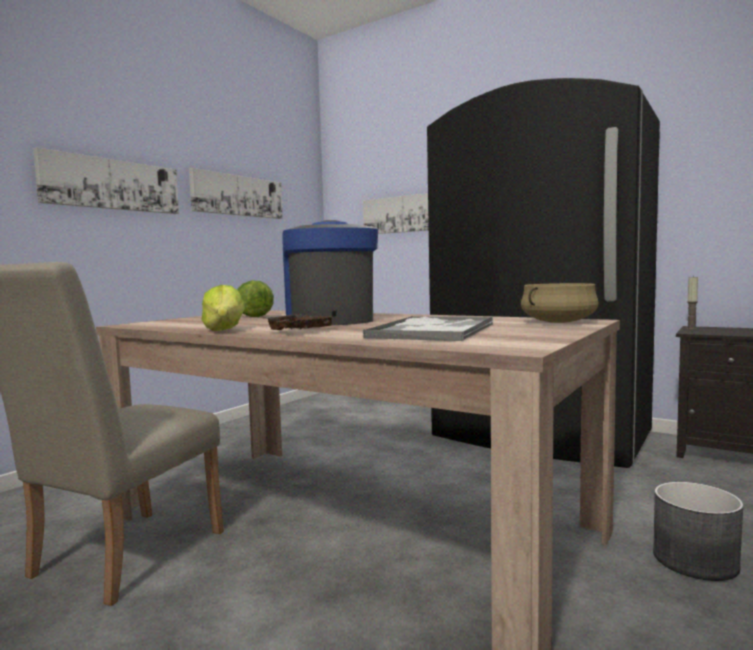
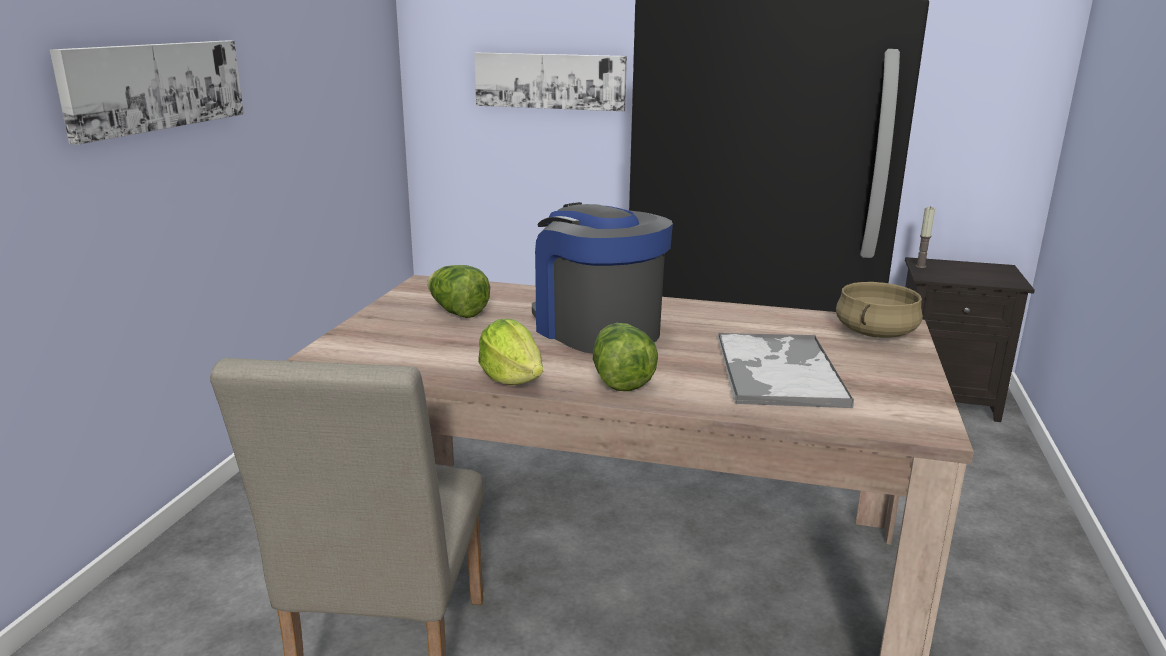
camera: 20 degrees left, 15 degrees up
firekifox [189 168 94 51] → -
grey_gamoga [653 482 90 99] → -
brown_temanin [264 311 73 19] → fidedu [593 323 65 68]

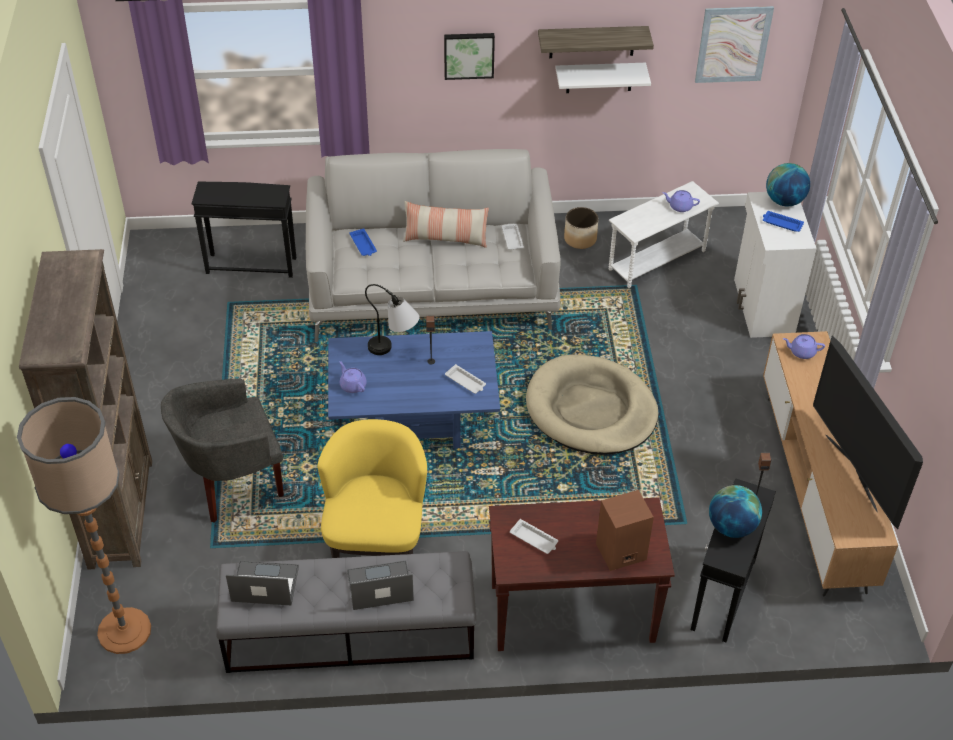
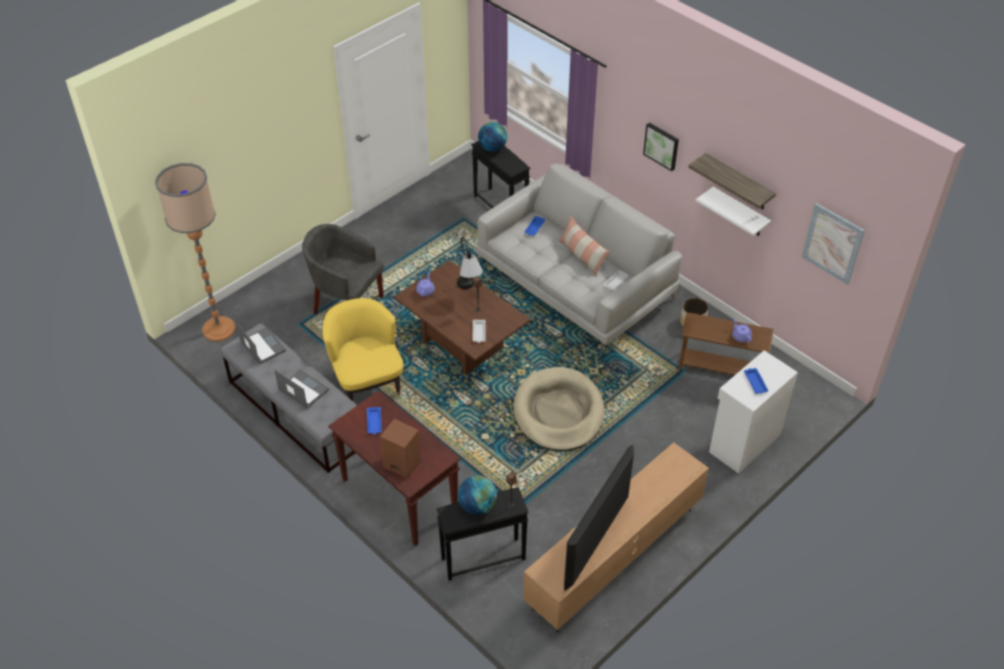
camera: 50 degrees right, 0 degrees up
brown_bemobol [19 249 133 321] → -
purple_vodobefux [783 334 42 25] → -
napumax [766 163 44 43] → napumax [478 122 29 30], move
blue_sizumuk [328 331 172 118] → brown_sizumuk [394 260 136 115]
white_temanin [510 519 48 35] → blue_temanin [367 407 15 28]
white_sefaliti [609 181 110 107] → brown_sefaliti [679 312 95 63]
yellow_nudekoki [317 419 110 139] → yellow_nudekoki [323 298 80 104], 75 degrees counterclockwise

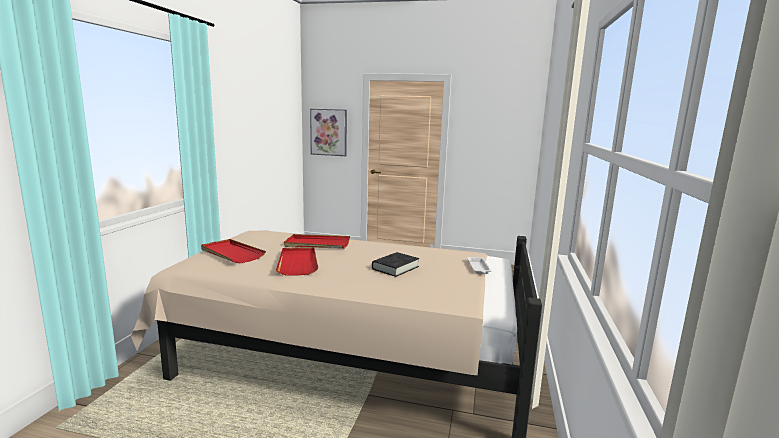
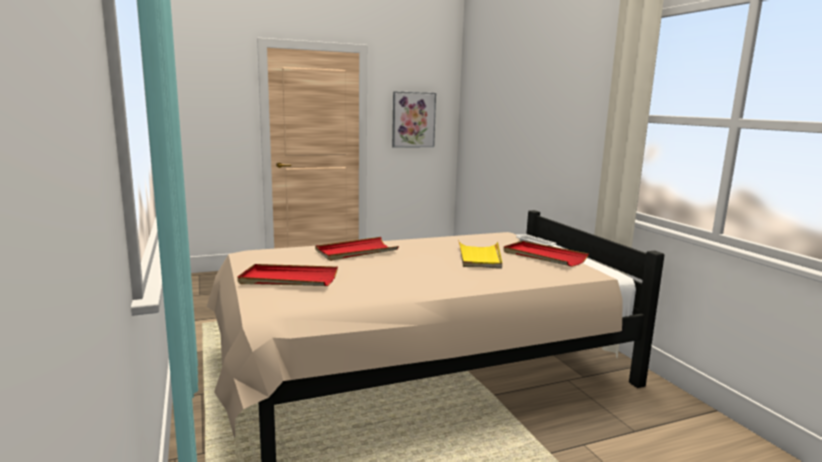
camera: 35 degrees left, 0 degrees up
red_temanin [276 247 42 29] → red_temanin [503 241 86 26], move
firekifox [310 109 37 47] → firekifox [392 91 44 57], move
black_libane [372 252 47 25] → yellow_temanin [458 240 44 29]

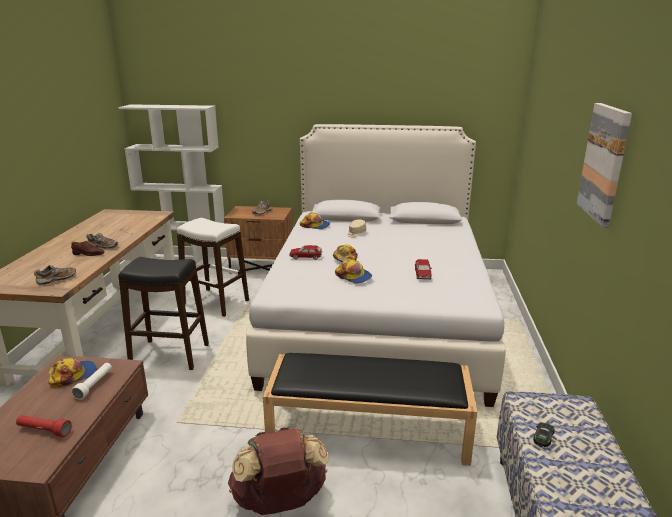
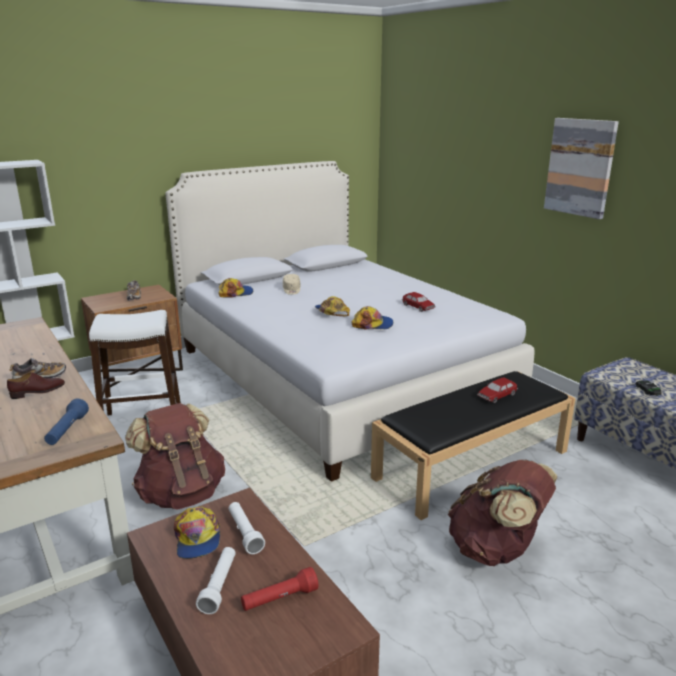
camera: 40 degrees left, 0 degrees up
- → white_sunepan [196 547 40 67]
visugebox [289 245 33 15] → visugebox [477 377 41 26], move
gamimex [34 265 42 20] → blue_sunepan [44 399 45 46]
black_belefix [118 257 91 113] → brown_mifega [125 403 100 107]
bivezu [49 358 48 29] → bivezu [174 507 46 52], 150 degrees clockwise

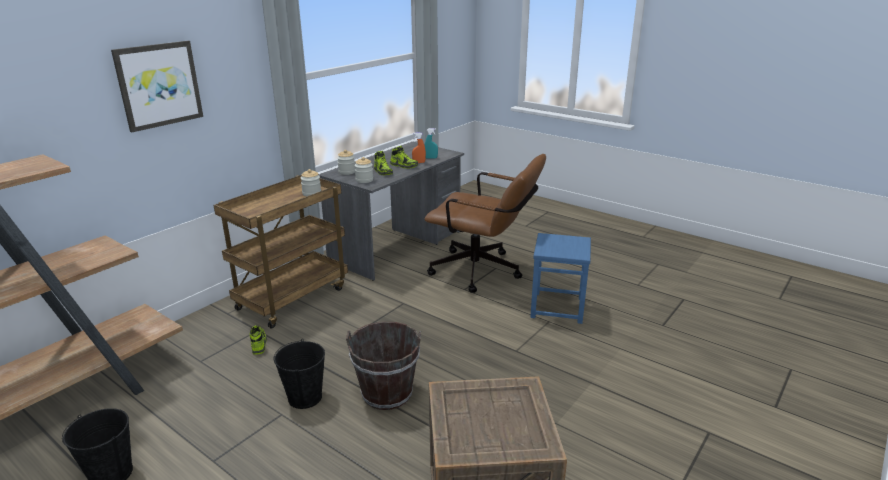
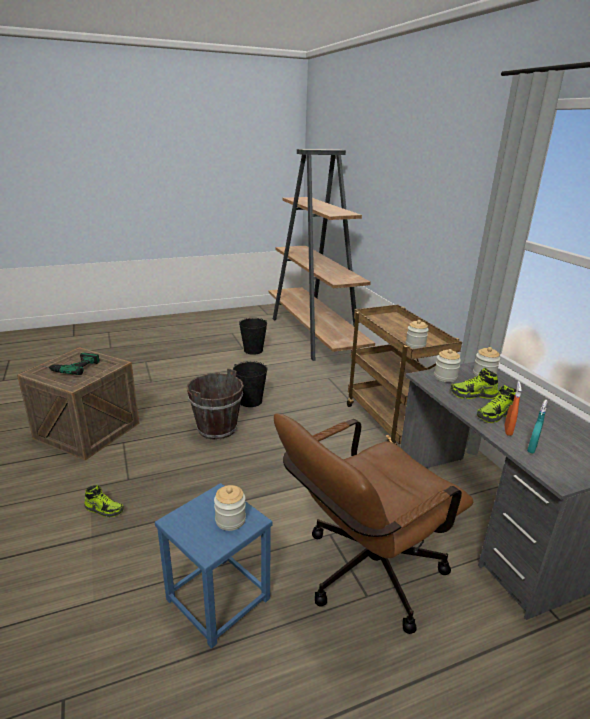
camera: 120 degrees right, 0 degrees up
firekifox [111 41 92 91] → -
- → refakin [42 353 58 22]
- → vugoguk [214 485 32 46]
gamimex [249 326 18 28] → gamimex [84 485 40 32], move

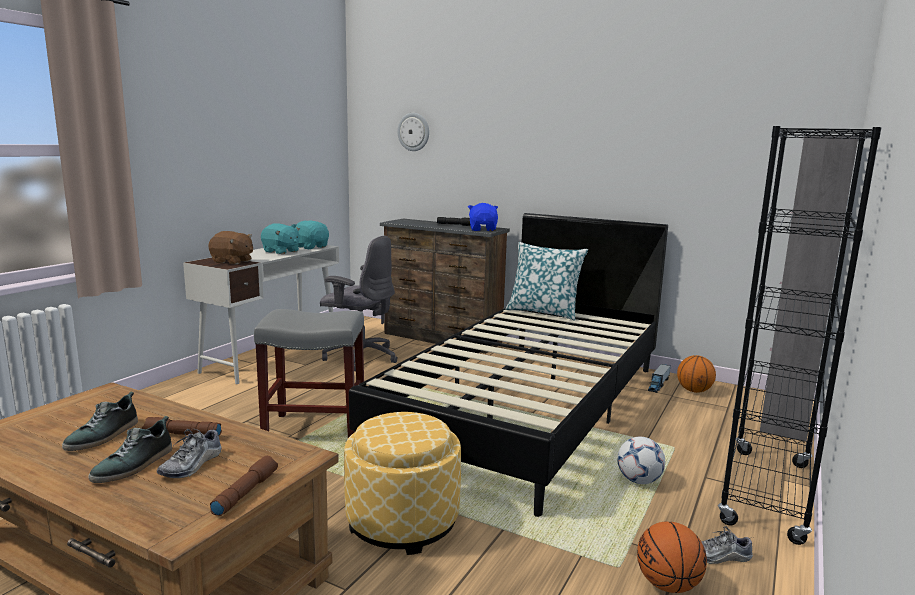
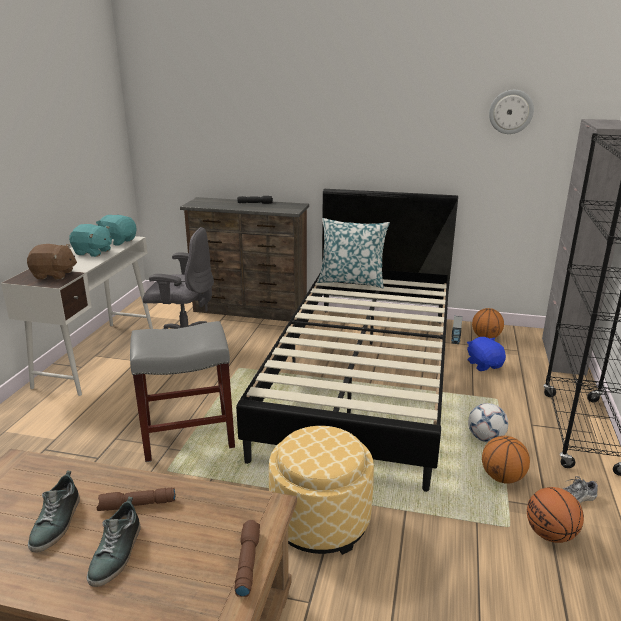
camera: 15 degrees left, 10 degrees up
gamimex [157 429 65 49] → -
- → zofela [482 436 48 48]
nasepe [397 113 32 38] → nasepe [489 90 45 44], move
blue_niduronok [468 203 30 28] → blue_niduronok [467 337 39 34], move

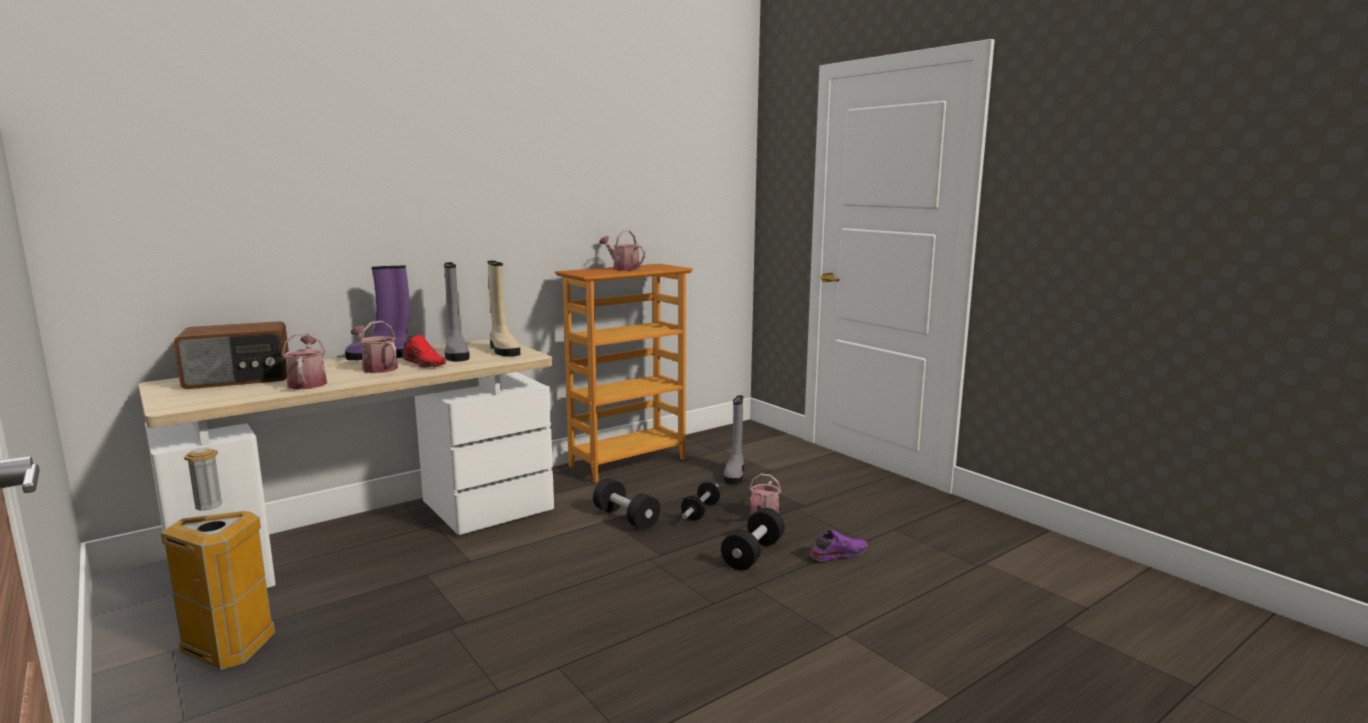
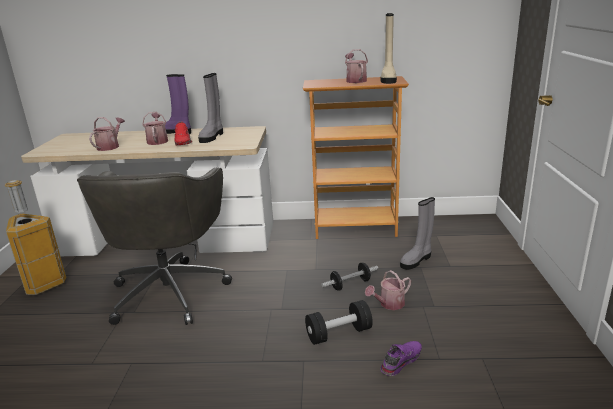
camera: 40 degrees right, 10 degrees up
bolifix [174 321 115 68] → -
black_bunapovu [593 478 67 52] → -
- → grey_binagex [77 167 155 158]
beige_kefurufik [488 261 32 96] → beige_kefurufik [380 13 17 71], move
purple_gamimex [809 529 59 32] → purple_gamimex [380 341 42 35], 60 degrees counterclockwise

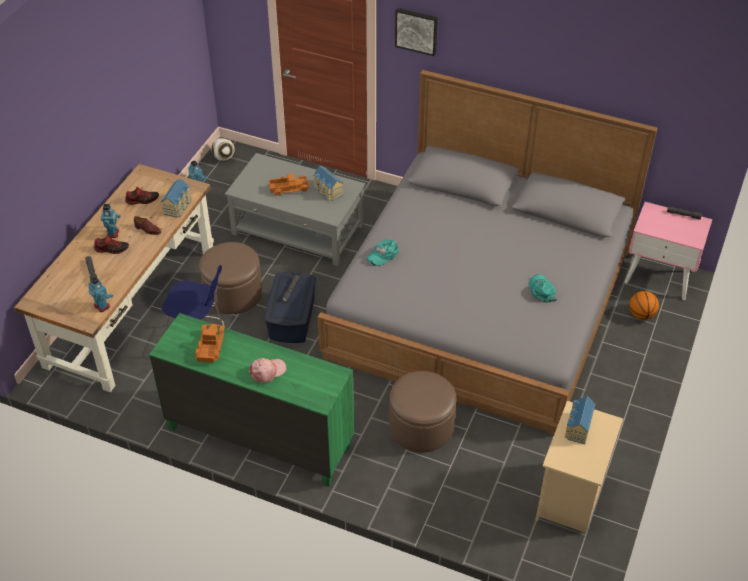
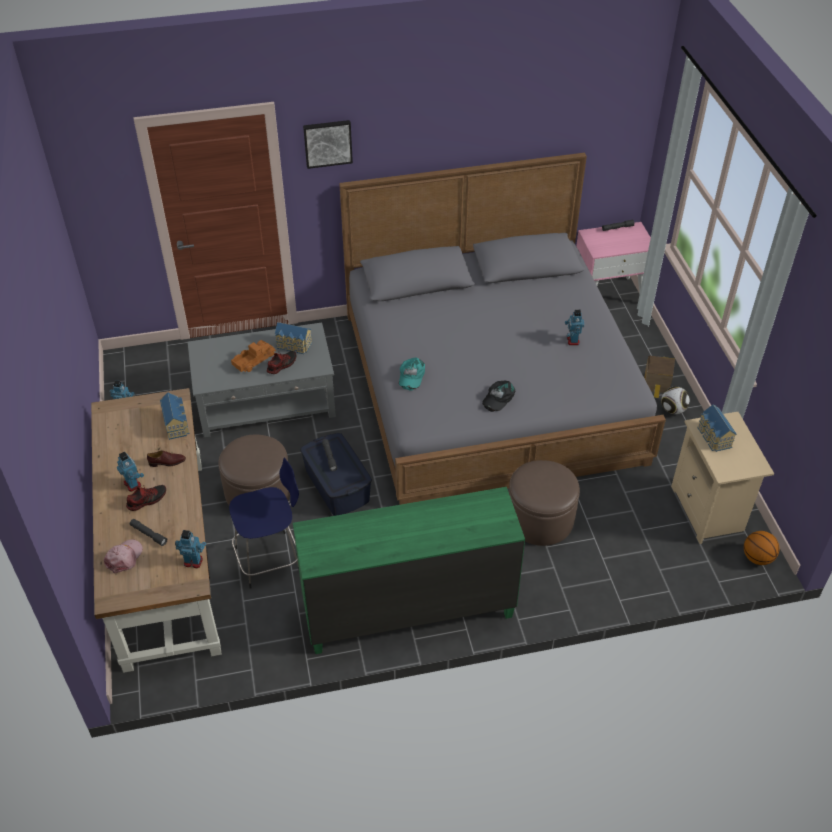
camera: 35 degrees left, 0 degrees up
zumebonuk [195 324 30 39] → -
- → black_bivezu [482 381 33 31]
- → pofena [644 356 31 42]
gamimex [125 187 34 18] → gamimex [267 351 29 23], move
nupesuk [211 138 24 23] → nupesuk [661 387 29 27], move
pink_bivezu [249 358 37 25] → pink_bivezu [104 539 39 34], move
zofela [629 291 30 29] → zofela [744 531 35 34], move
turquoise_bivezu [529 274 28 28] → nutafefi [565 310 19 35]

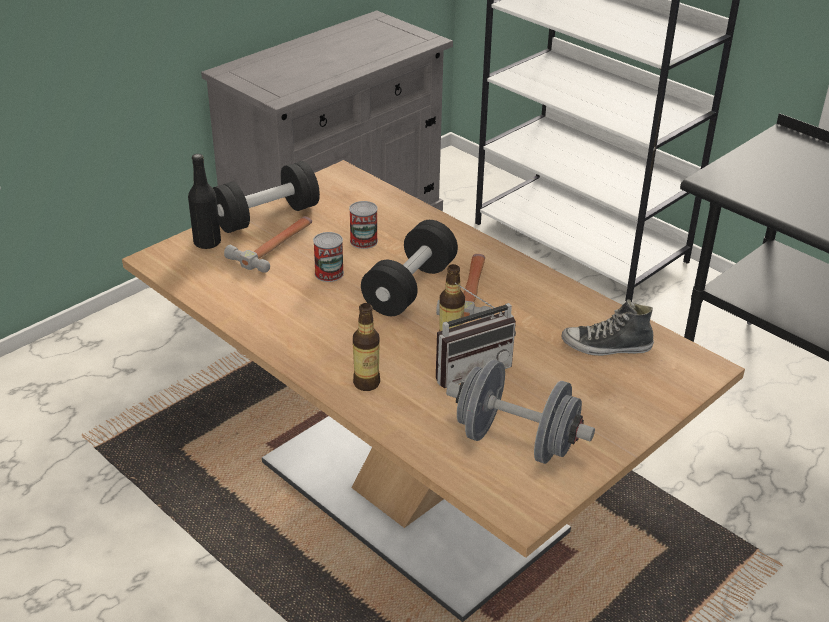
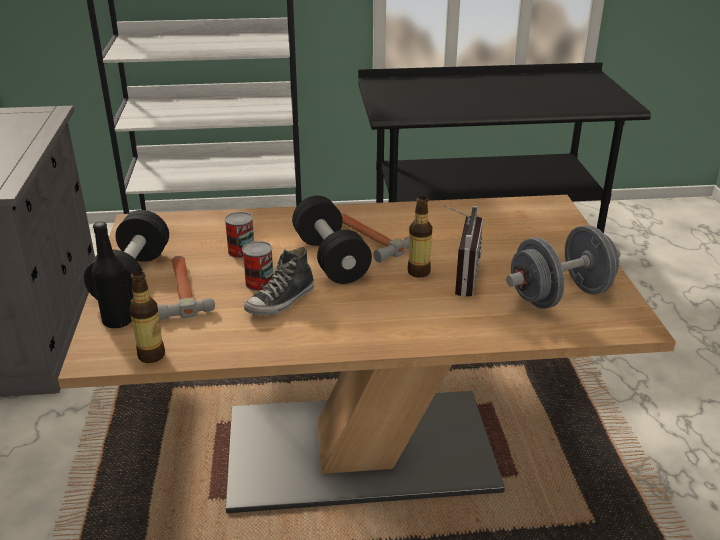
camera: 50 degrees left, 5 degrees down
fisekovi [353 303 27 88] → fisekovi [129 271 36 92], move
gamimex [561 299 93 57] → gamimex [244 247 70 68], move

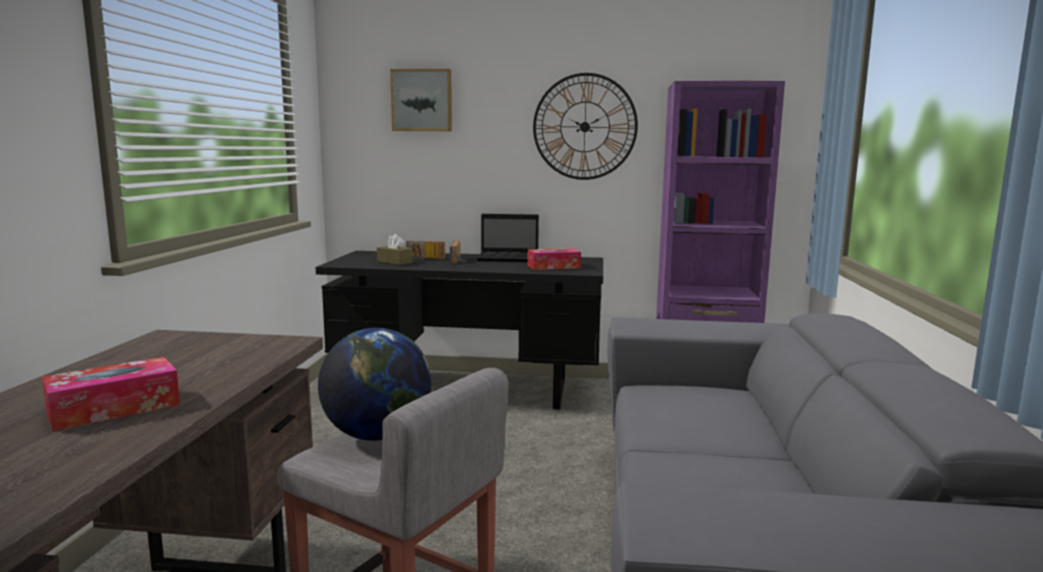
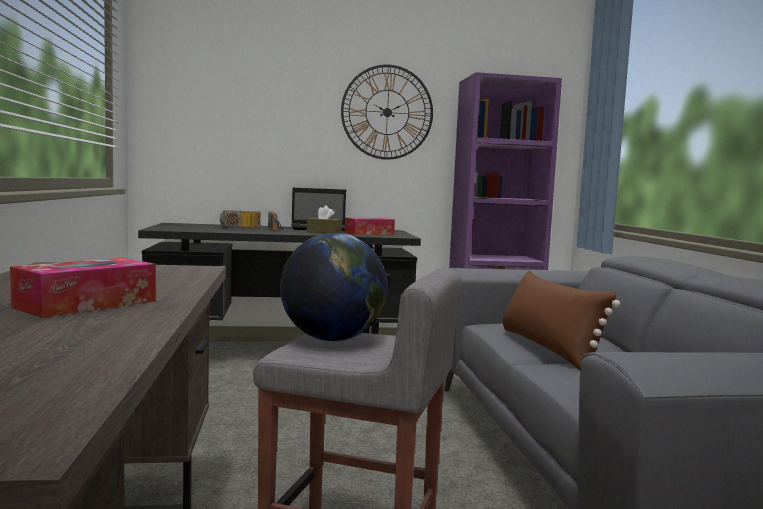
camera: 15 degrees left, 5 degrees down
firekifox [390 69 62 62] → -
- → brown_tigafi [503 270 117 100]
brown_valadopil [377 234 36 31] → brown_valadopil [306 205 36 28], move

